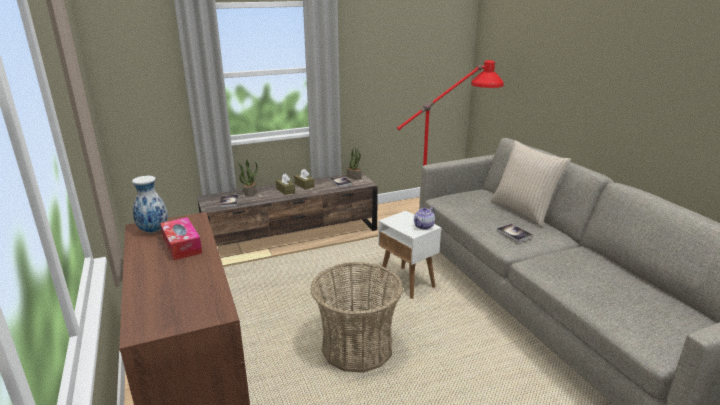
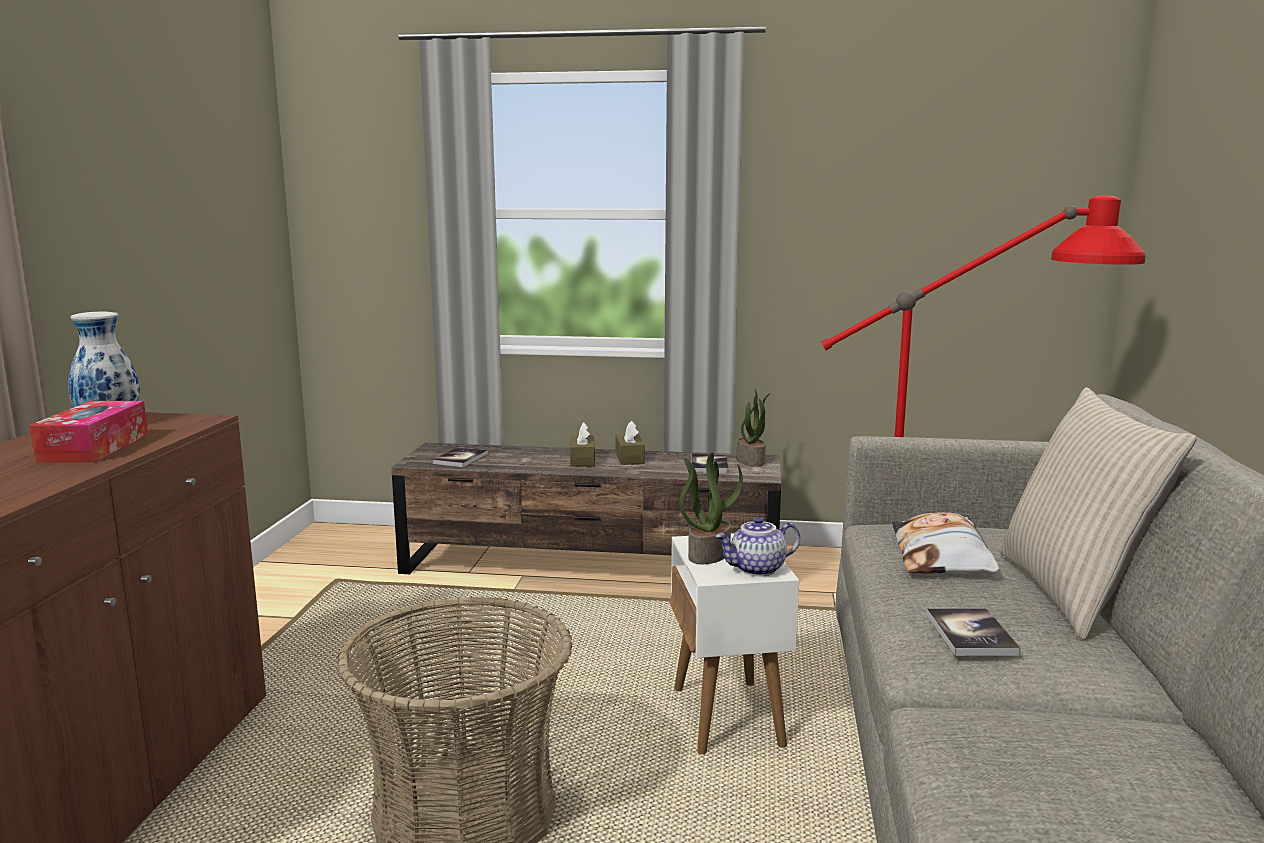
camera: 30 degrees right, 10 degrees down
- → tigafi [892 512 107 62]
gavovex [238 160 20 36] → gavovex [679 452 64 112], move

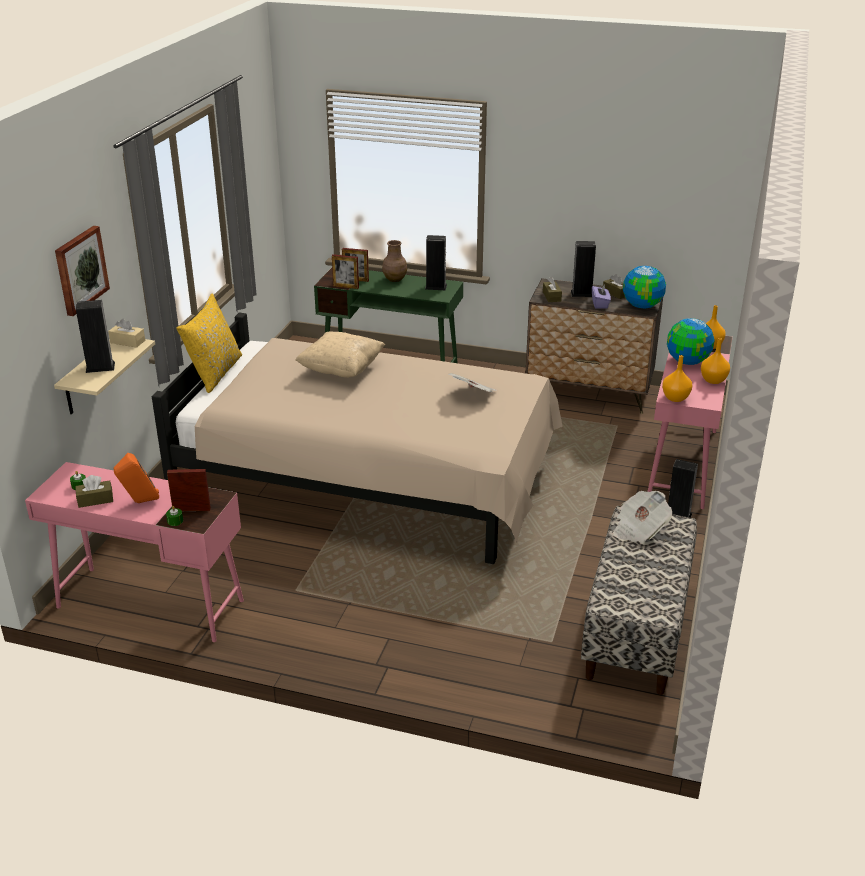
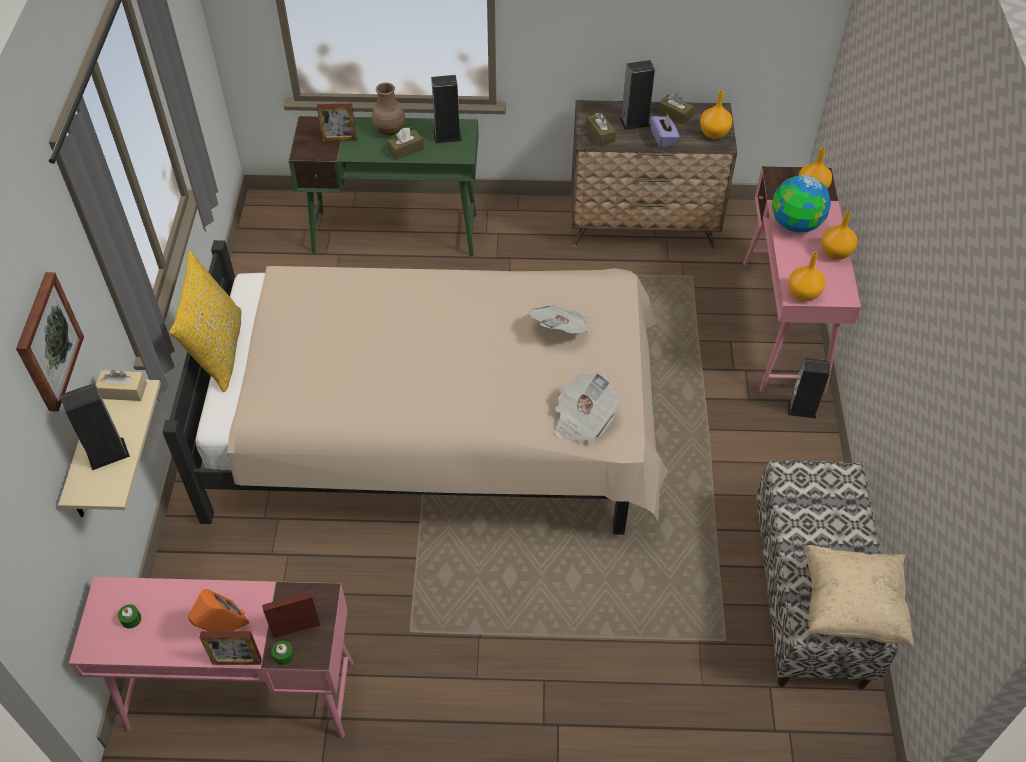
camera: 15 degrees left, 20 degrees up
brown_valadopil [75 475 38 33] → brown_valadopil [387 128 37 32], move
beige_tigafi [295 331 90 47] → beige_tigafi [805 545 109 102], move
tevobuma [332 254 27 35] → tevobuma [200 631 62 34], move
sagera [613 491 59 53] → sagera [555 373 65 71], move
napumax [623 266 43 42] → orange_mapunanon [700 91 32 48]

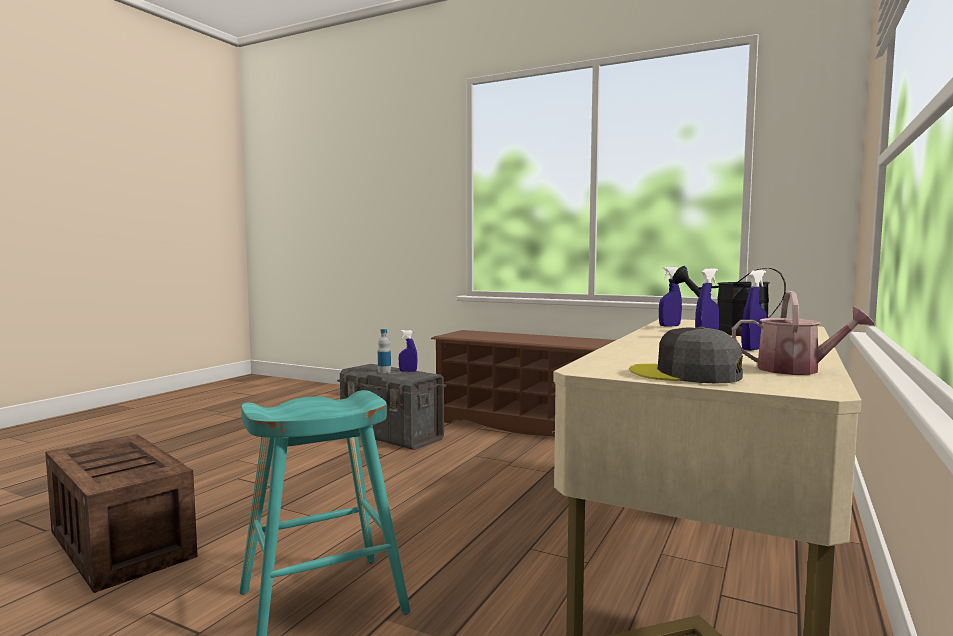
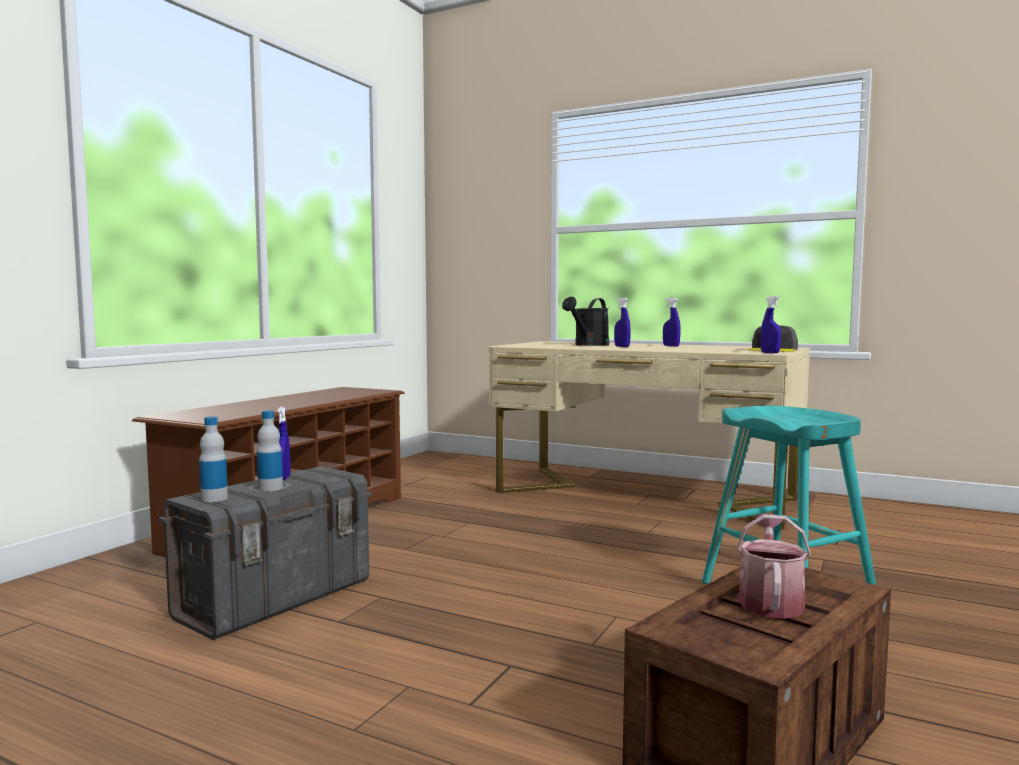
camera: 90 degrees left, 0 degrees up
- → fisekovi [199 416 29 86]
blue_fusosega [659 267 23 60] → blue_fusosega [761 296 20 57], move
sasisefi [732 291 142 84] → sasisefi [736 513 75 106], move

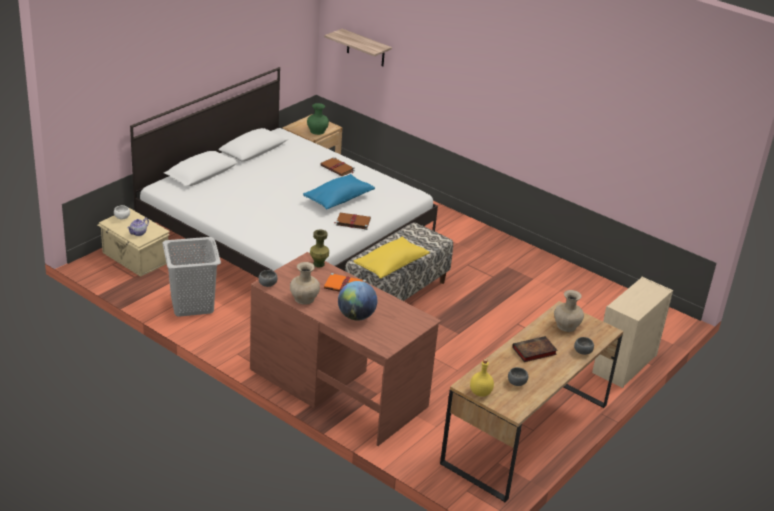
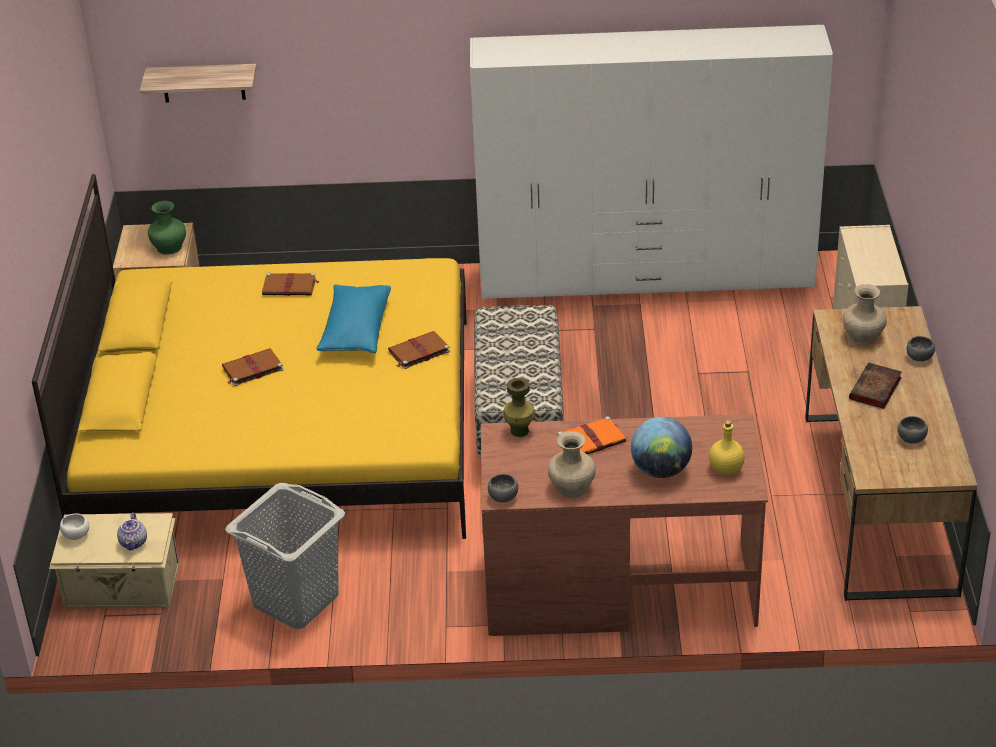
camera: 35 degrees left, 5 degrees up
yellow_tigafi [354 237 76 42] → -
- → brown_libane [222 348 61 38]
- → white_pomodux [470 25 363 274]
yellow_fisekovi [470 359 24 38] → yellow_fisekovi [709 420 36 55], move
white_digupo [130 67 308 211] → yellow_digupo [32 174 435 365]

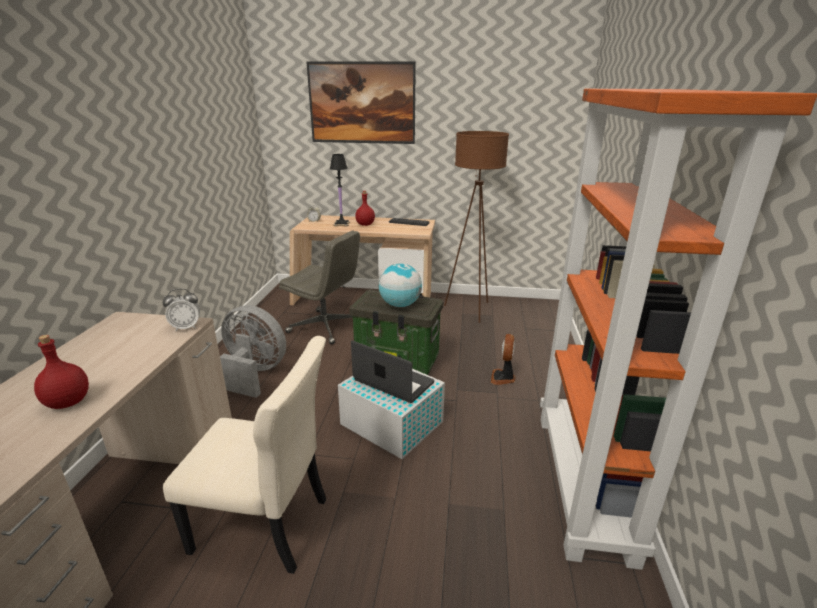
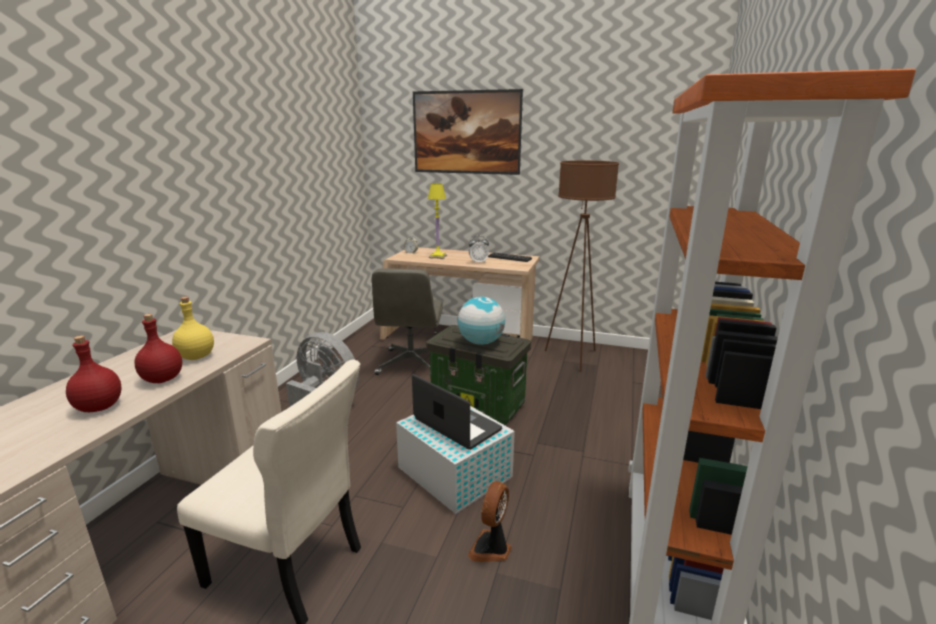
camera: 10 degrees right, 5 degrees down
- → yellow_fisekovi [172 297 42 63]
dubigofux [163 289 37 42] → dubigofux [469 236 20 28], move
red_fisekovi [355 191 20 35] → red_fisekovi [134 314 48 69], move
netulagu [491 334 24 51] → netulagu [468 481 44 81], move
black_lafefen [330 154 20 73] → yellow_lafefen [428 183 19 76]
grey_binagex [279 230 81 114] → grey_binagex [372 268 71 107], 60 degrees clockwise

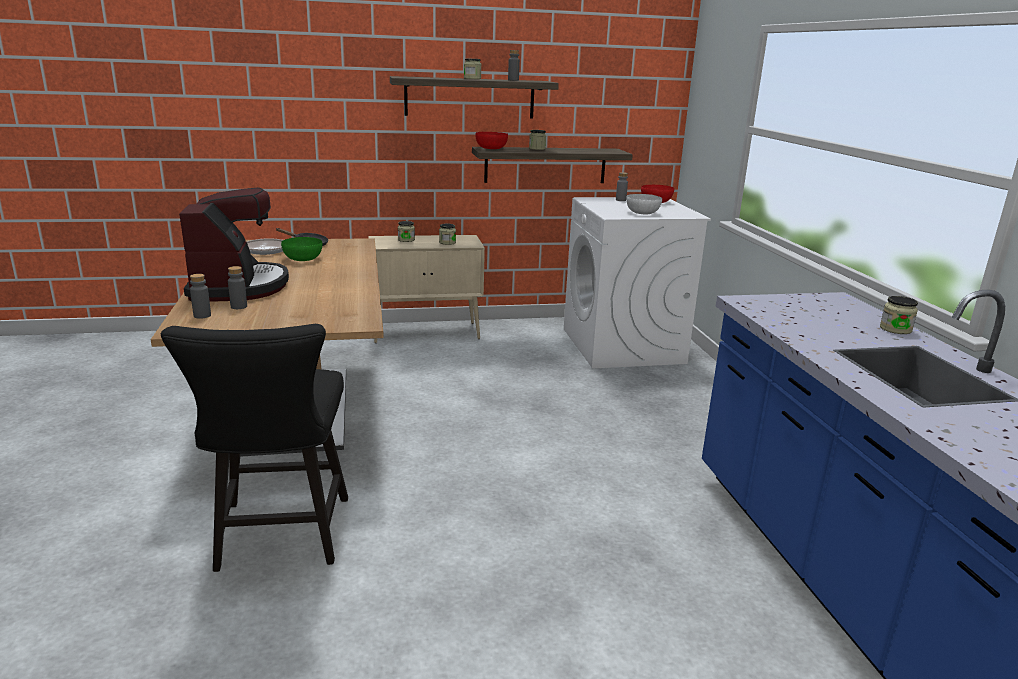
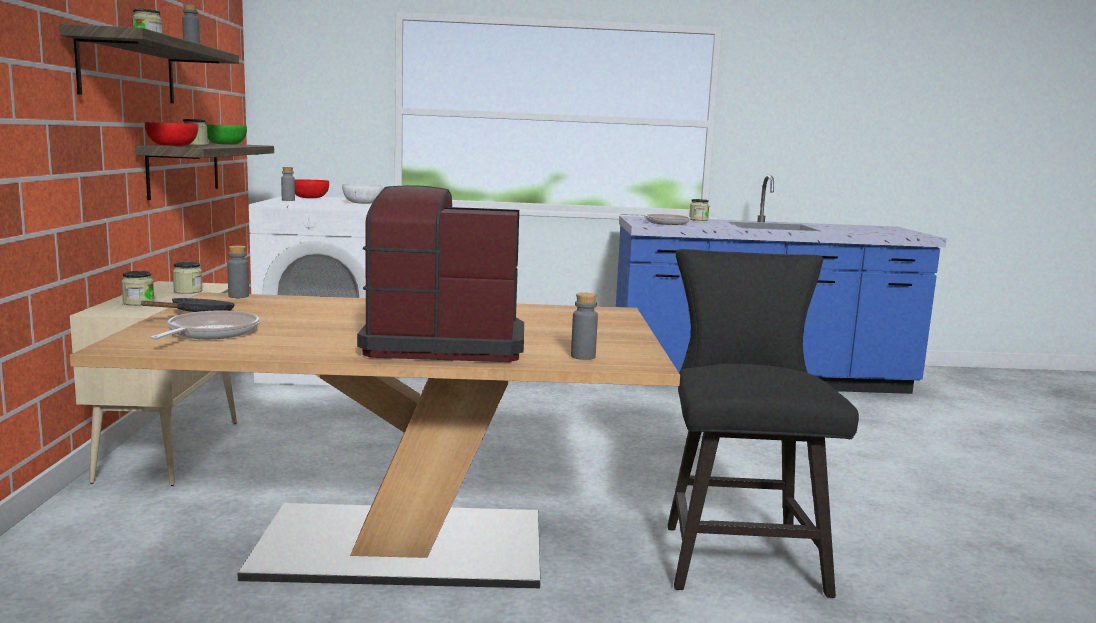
camera: 80 degrees left, 10 degrees down
- → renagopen [621 214 69 11]
grey_fisekovi [228 266 19 43] → grey_fisekovi [227 246 22 52], move
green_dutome [281 237 41 24] → green_dutome [205 124 42 21], move
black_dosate [161 324 187 248] → black_dosate [668 249 191 349], 90 degrees counterclockwise

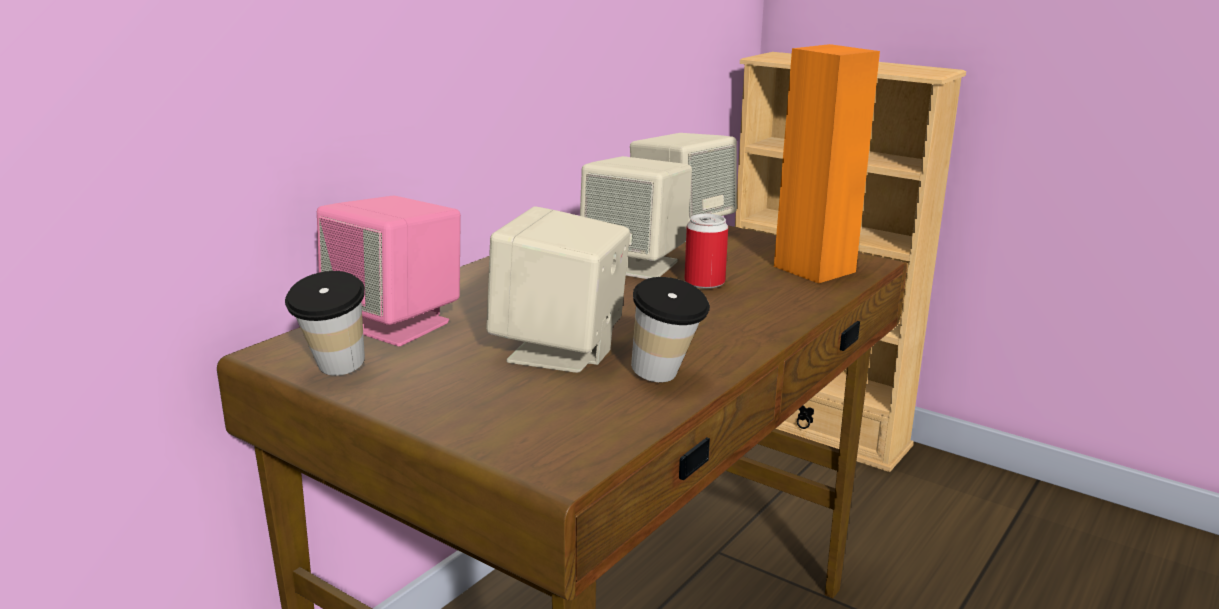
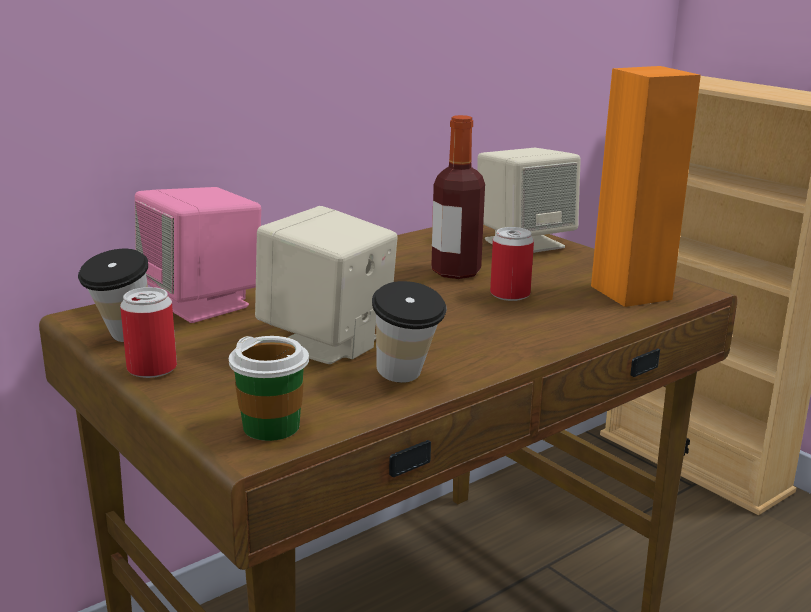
camera: 15 degrees right, 0 degrees up
- → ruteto [120 287 57 91]
- → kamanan [229 336 80 105]
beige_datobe [580 156 112 123] → fisekovi [431 115 54 164]

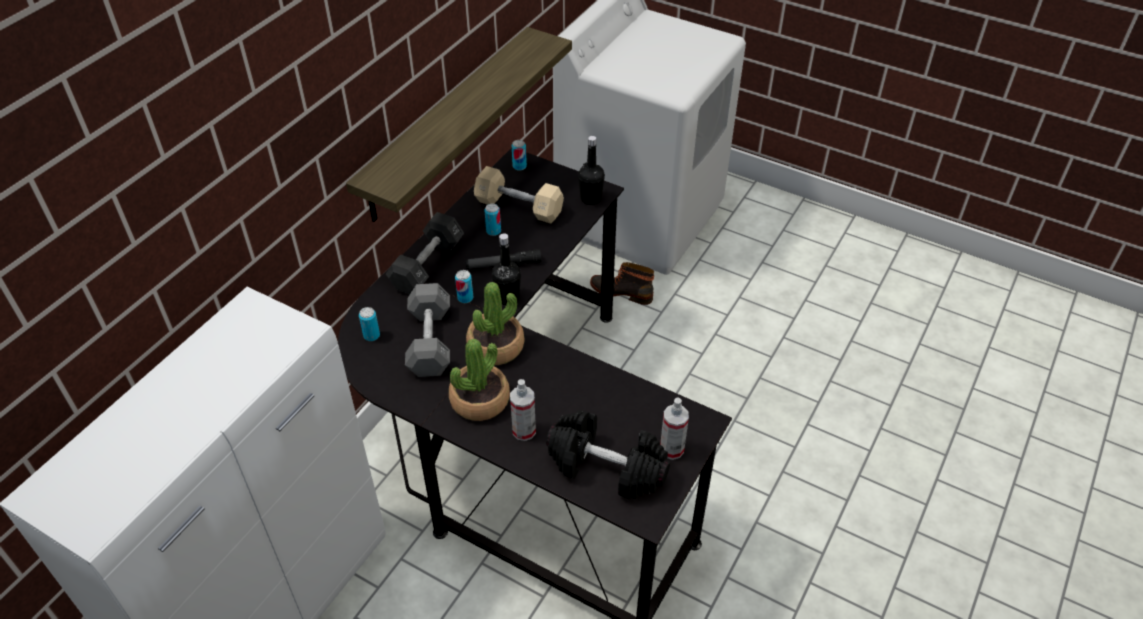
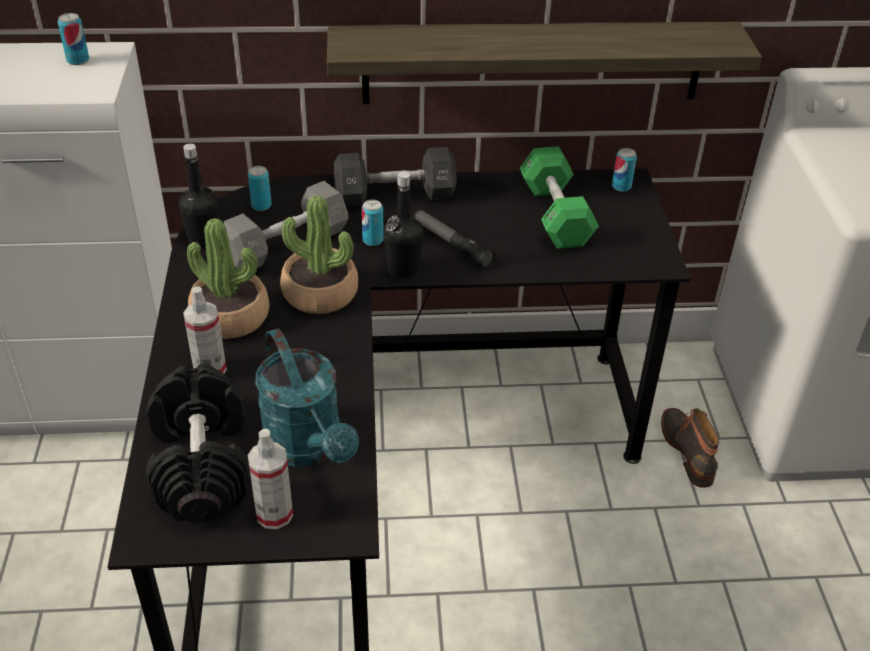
camera: 55 degrees right, 5 degrees down
- → turquoise_sasisefi [255 328 104 139]
ruteto [485 204 16 32] → ruteto [58 13 31 52], move
black_fisekovi [578 136 27 69] → black_fisekovi [179 143 40 106], move
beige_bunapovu [474 166 90 58] → green_bunapovu [520 146 79 103]

